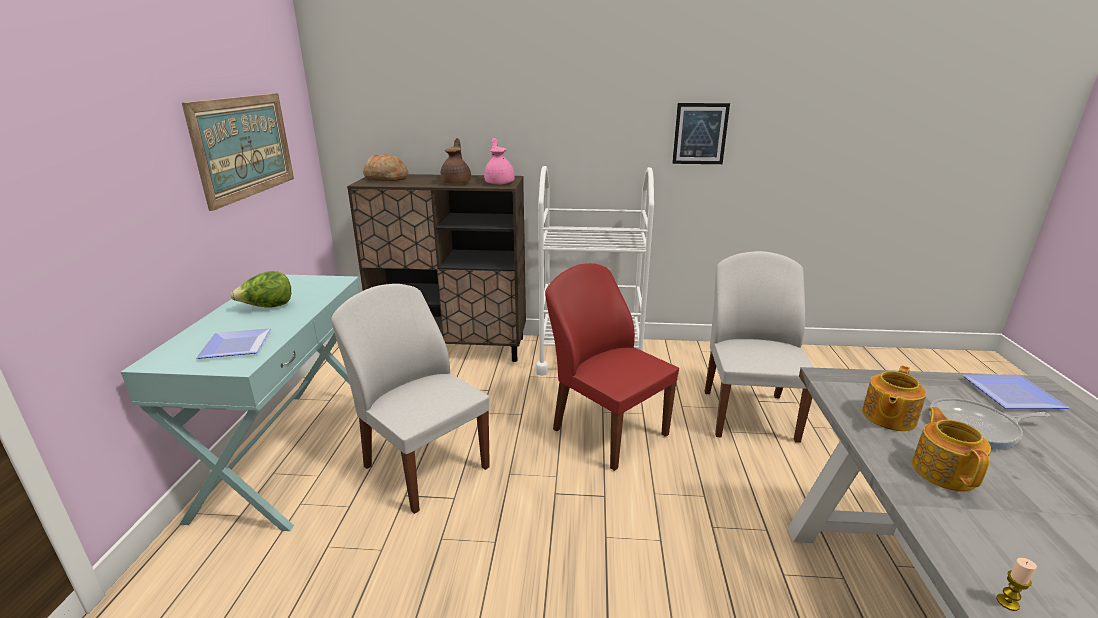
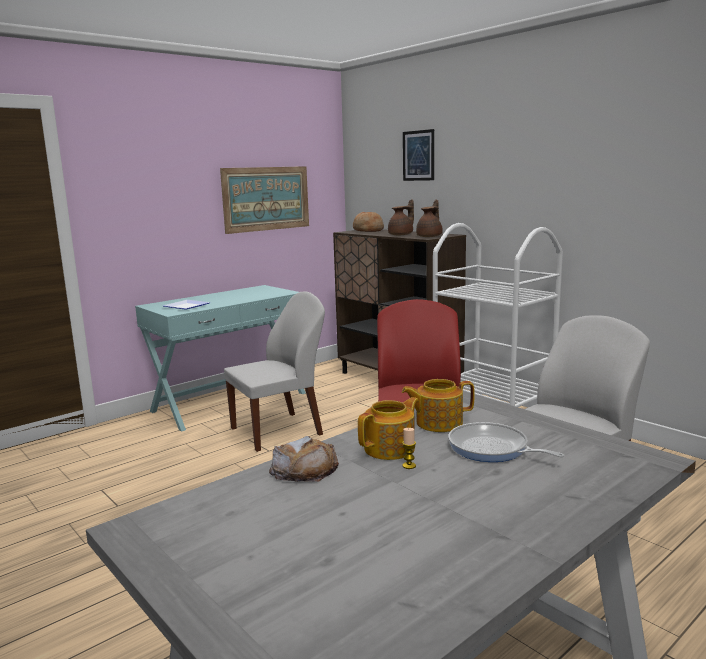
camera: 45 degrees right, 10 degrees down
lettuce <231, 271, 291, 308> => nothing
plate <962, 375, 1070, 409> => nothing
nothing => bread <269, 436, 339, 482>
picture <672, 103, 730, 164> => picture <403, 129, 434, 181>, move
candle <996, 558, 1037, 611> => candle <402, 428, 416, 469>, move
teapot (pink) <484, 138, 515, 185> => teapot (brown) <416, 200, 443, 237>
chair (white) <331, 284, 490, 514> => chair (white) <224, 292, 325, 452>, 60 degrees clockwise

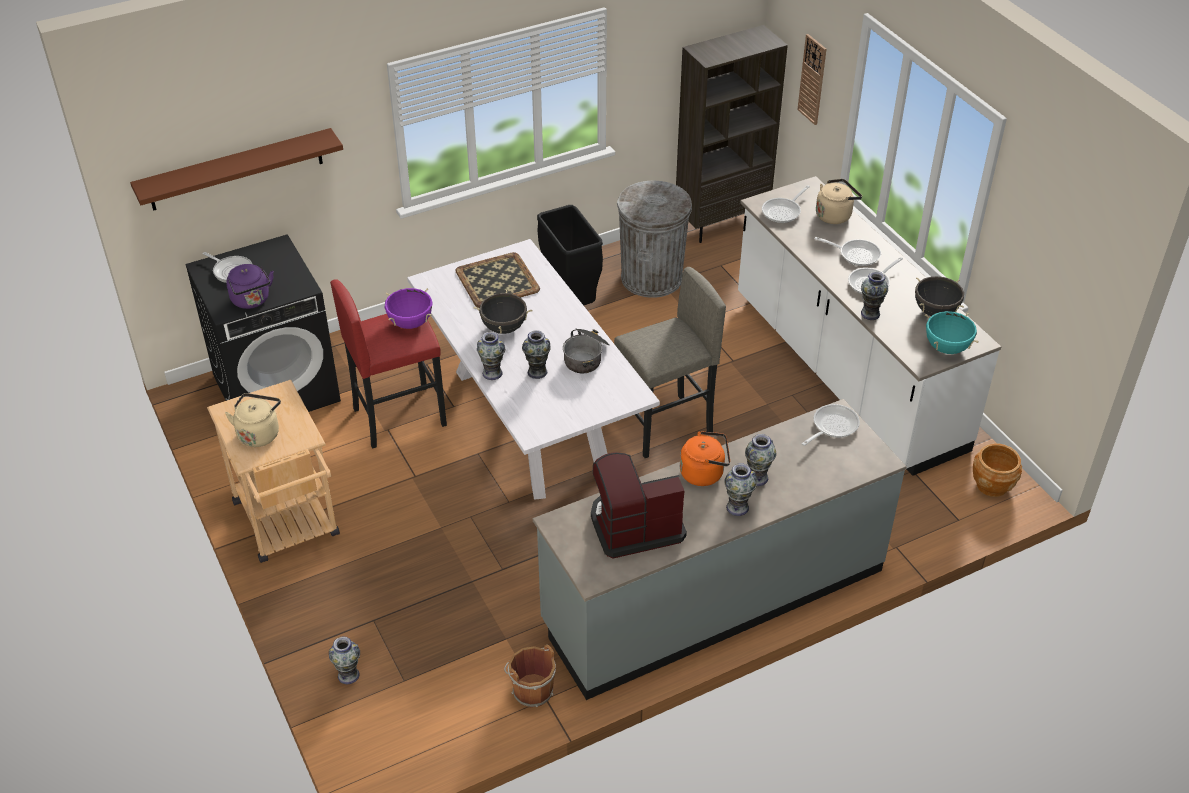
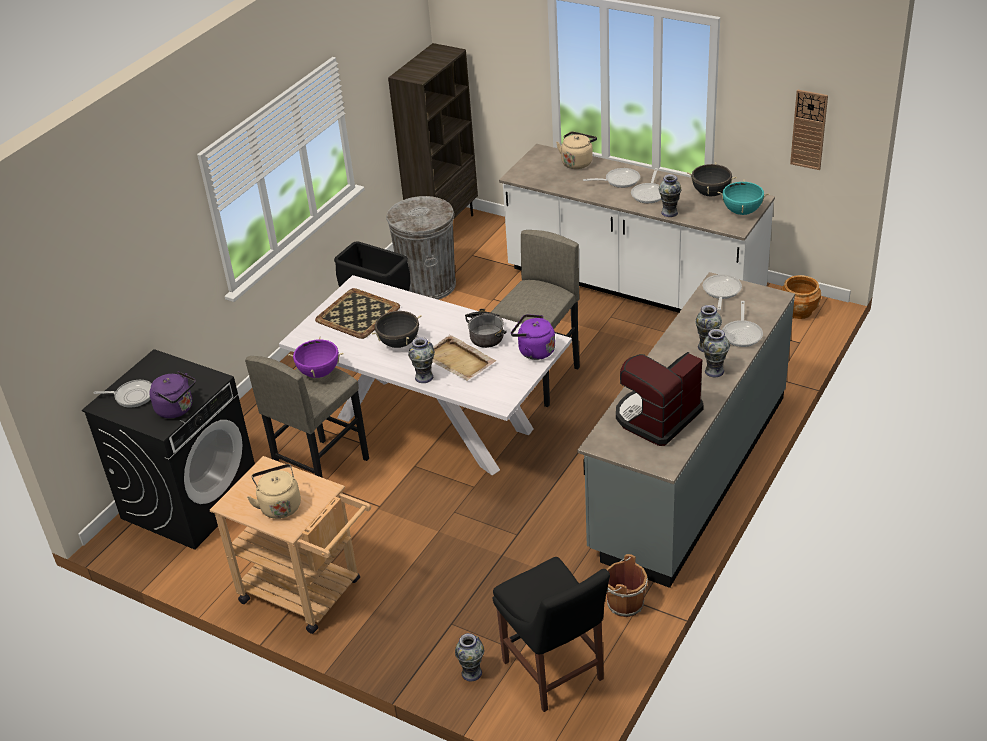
camera: 30 degrees left, 5 degrees down
shelf (brown) <130, 128, 343, 211> => nothing
kettle (orange) <680, 431, 730, 486> => nothing
nothing => chair (black) <493, 557, 610, 712>
nothing => kettle (purple) <511, 314, 555, 360>
frying pan <762, 185, 810, 223> => frying pan <722, 301, 763, 347>, move
wall clock <797, 34, 826, 125> => wall clock <790, 90, 828, 170>, move
vase <522, 330, 551, 379> => tray (beige) <432, 335, 496, 381>
stool (red) <330, 279, 447, 449> => stool (grey) <245, 356, 369, 478>

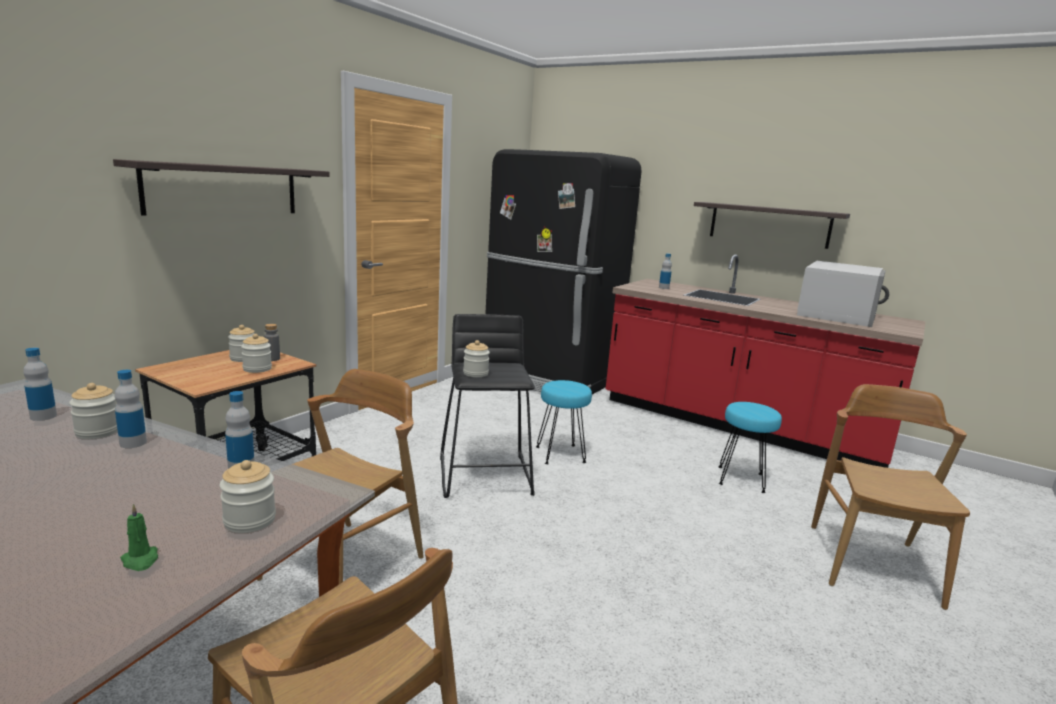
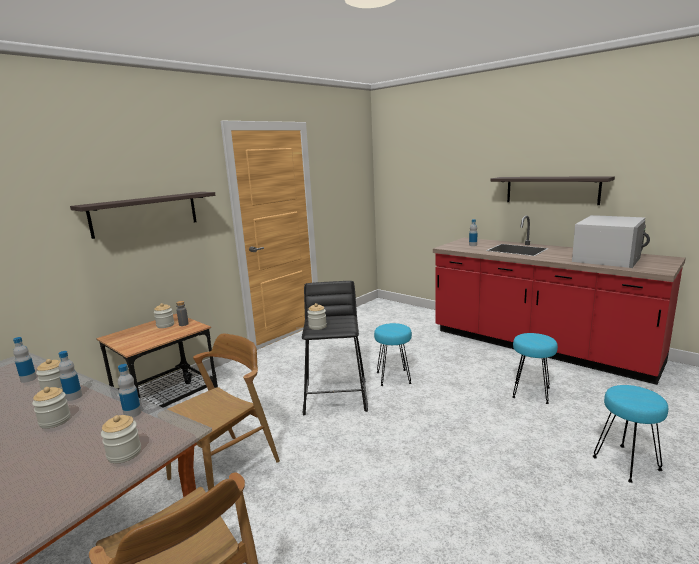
camera: 10 degrees right, 0 degrees up
candle (green) <120, 504, 158, 571> => nothing
fridge (black) <485, 149, 641, 394> => nothing
jar <241, 334, 272, 373> => jar <32, 387, 71, 429>, move
chair (brown) <811, 384, 970, 610> => stool (turquoise) <592, 385, 668, 483>

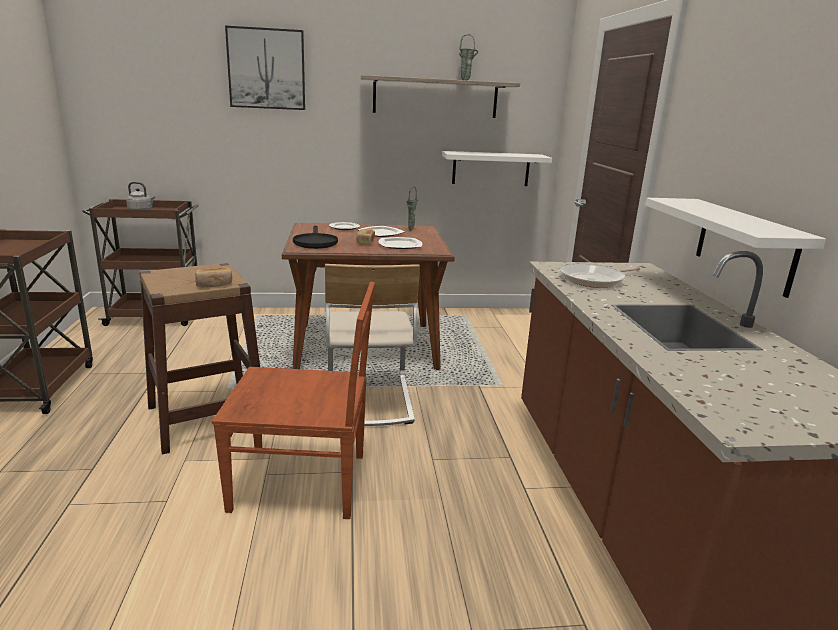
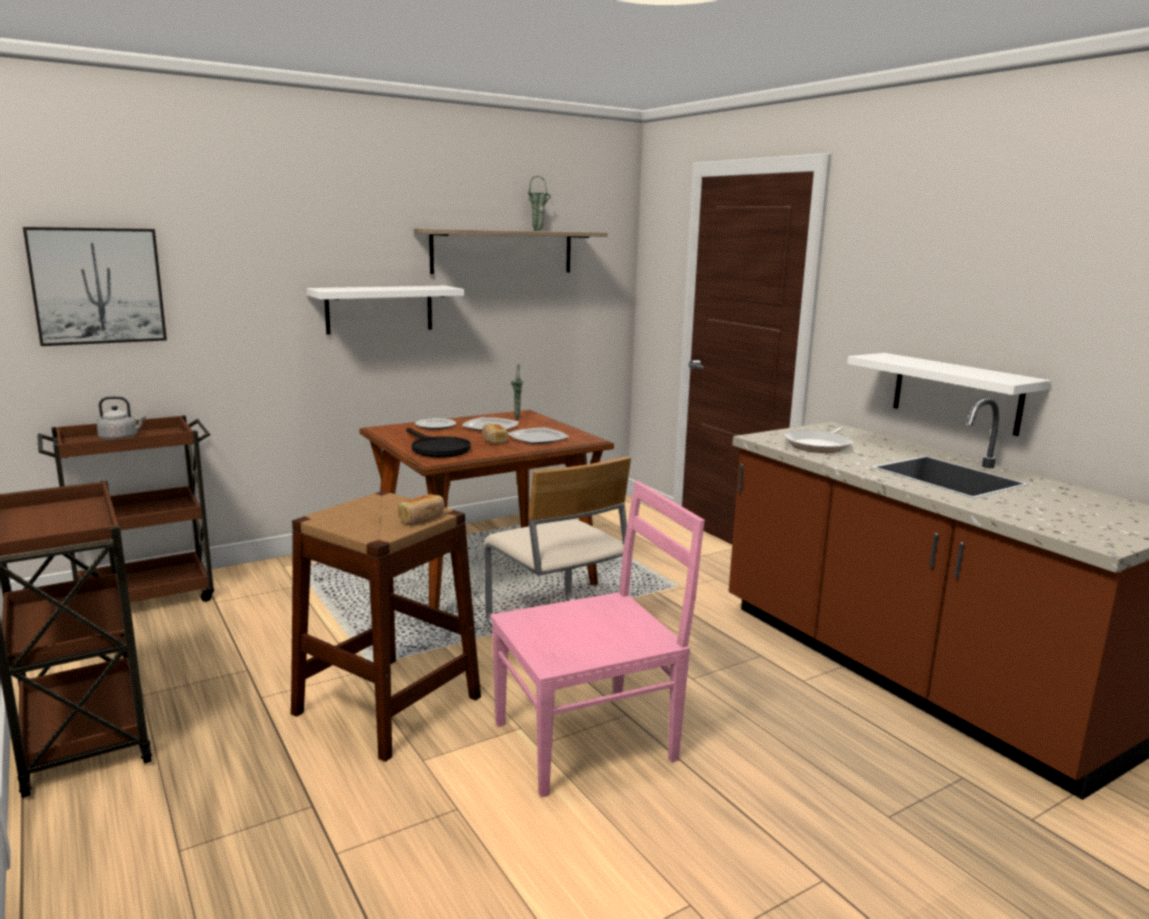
camera: 25 degrees left, 5 degrees down
picture <225, 26, 305, 110> => picture <23, 227, 167, 346>, move
shelf (white) <442, 151, 552, 186> => shelf (white) <306, 286, 464, 334>, move
chair (brown) <212, 282, 375, 519> => chair (pink) <491, 481, 705, 798>

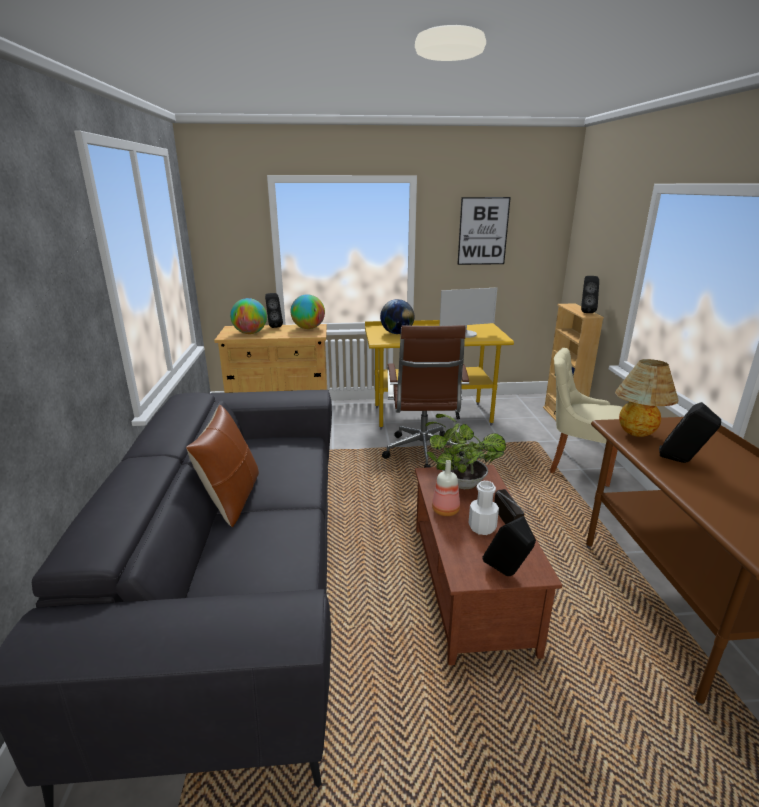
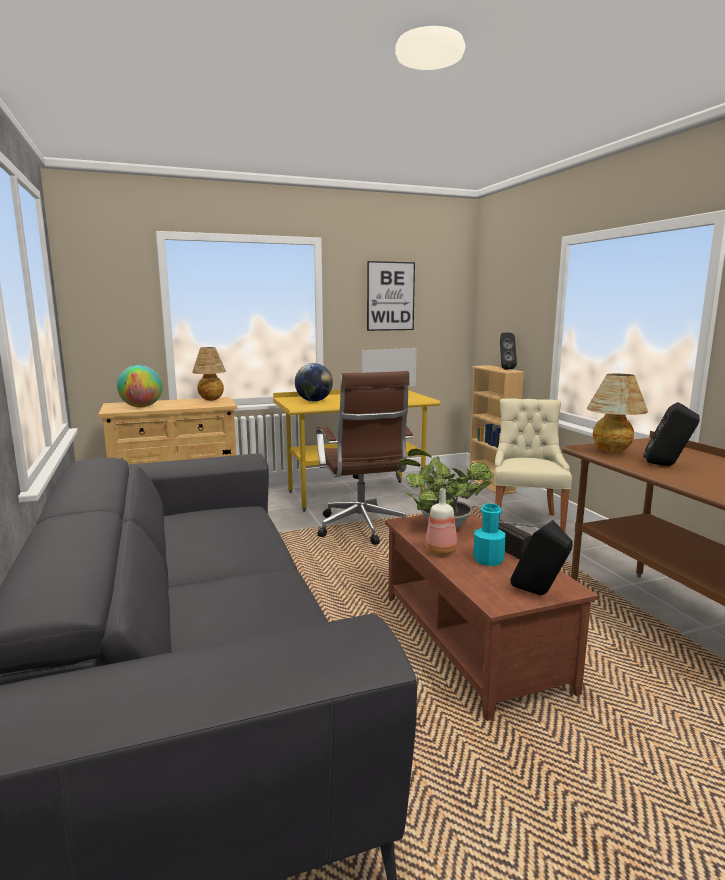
camera: 15 degrees left, 10 degrees down
pillow (brown) <186, 405, 259, 527> => nothing
speaker (black) <265, 293, 283, 328> => nothing
globe <290, 294, 325, 329> => table lamp <192, 347, 226, 401>
bottle (white) <468, 481, 499, 535> => bottle (turquoise) <473, 504, 506, 566>
chair (beige) <550, 348, 623, 487> => chair (beige) <494, 398, 572, 532>, 90 degrees clockwise

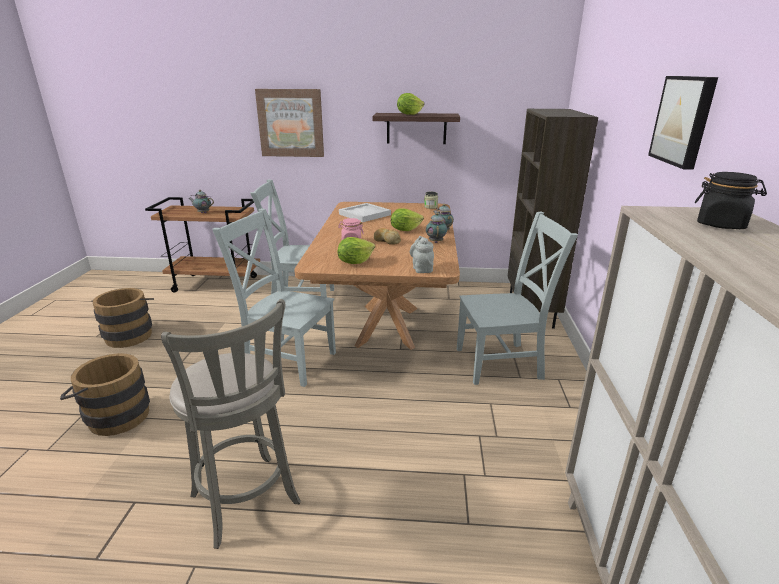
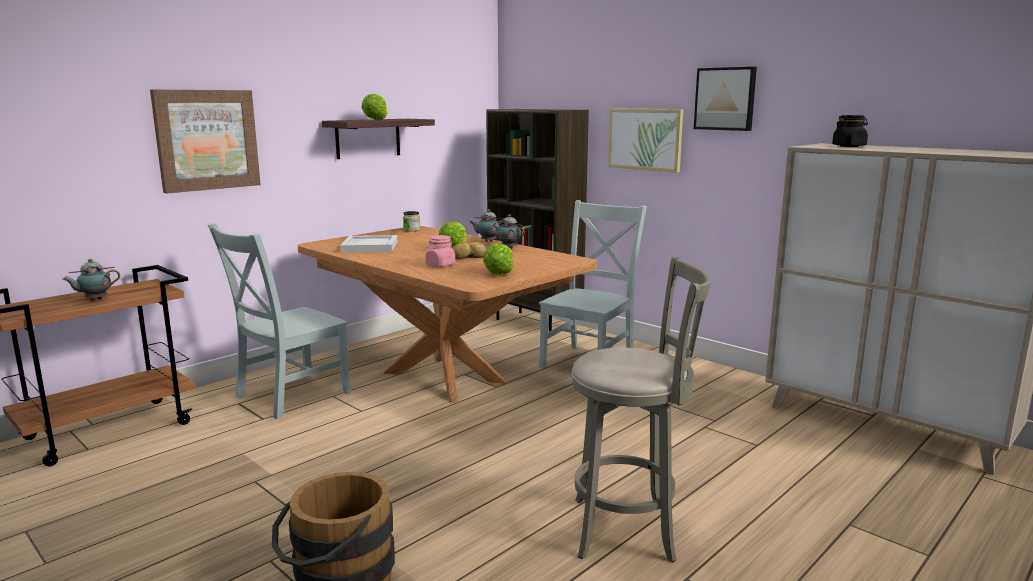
camera: 50 degrees left, 10 degrees down
bucket (brown) <91, 288, 154, 348> => nothing
chair (grey) <212, 208, 336, 387> => nothing
teapot (grey) <410, 236, 434, 273> => nothing
nothing => picture <608, 108, 683, 173>

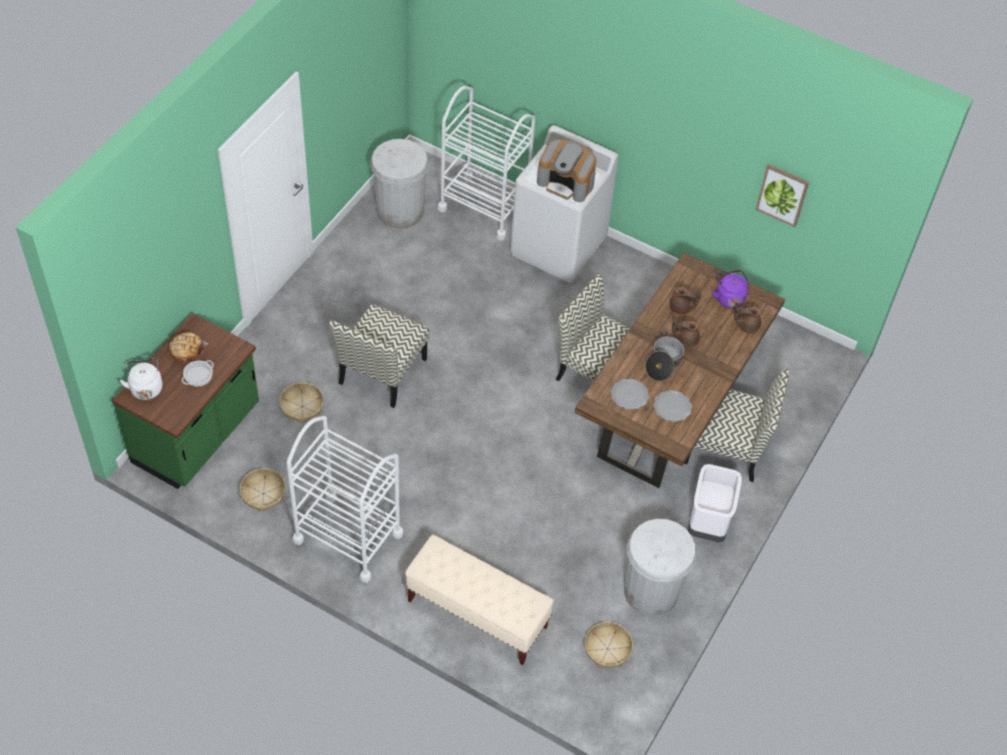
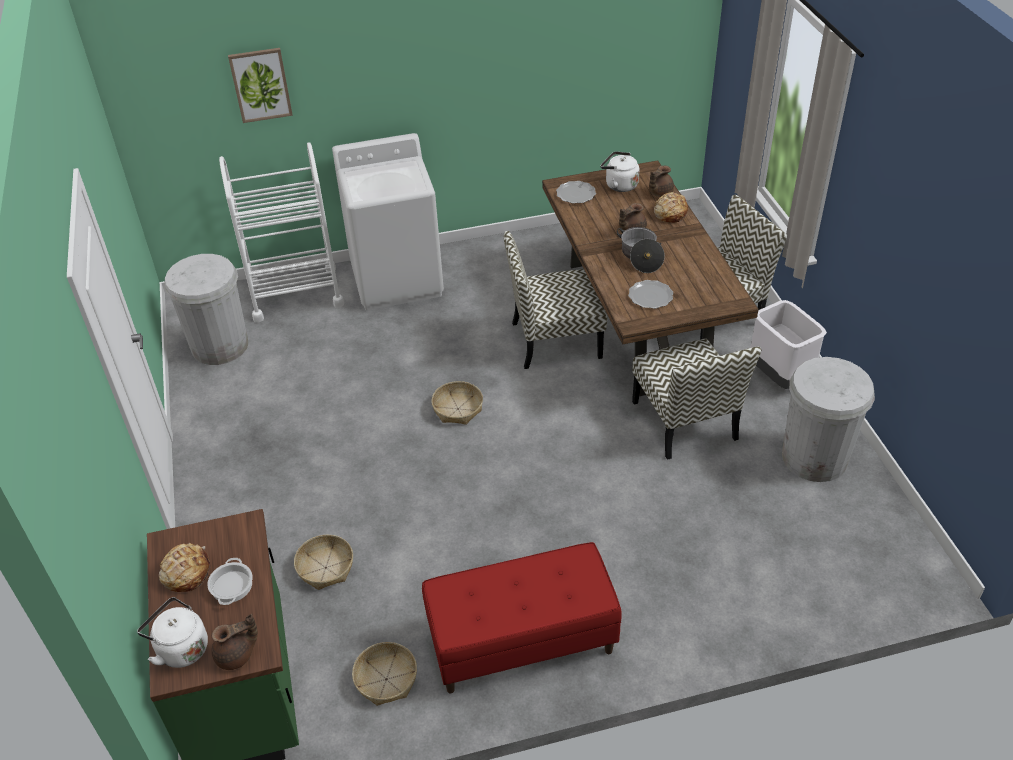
camera: 40 degrees left, 10 degrees down
bench (beige) <405, 535, 553, 665> => nothing
coffee machine <537, 139, 596, 202> => nothing
nothing => bread <654, 192, 688, 223>
chair <329, 304, 429, 408> => chair <632, 339, 761, 460>, move
basket <585, 622, 633, 668> => basket <431, 381, 483, 425>, move
plate <653, 390, 692, 422> => plate <556, 181, 596, 204>, move
teapot (brown) <669, 287, 701, 315> => teapot (brown) <212, 614, 258, 670>, move
picture <756, 164, 809, 227> => picture <228, 48, 293, 123>, move
cart (white) <287, 416, 403, 583> => bench (red) <422, 542, 622, 694>
kettle (purple) <713, 270, 748, 309> => kettle (white) <600, 152, 639, 192>

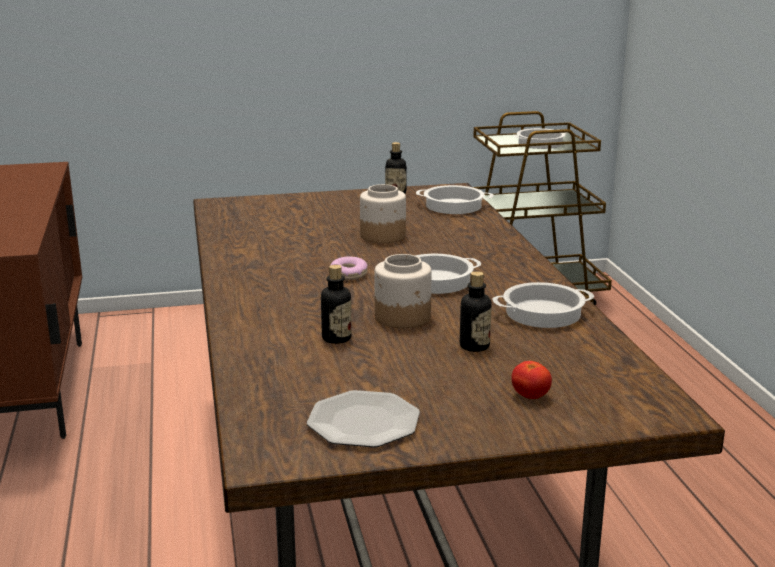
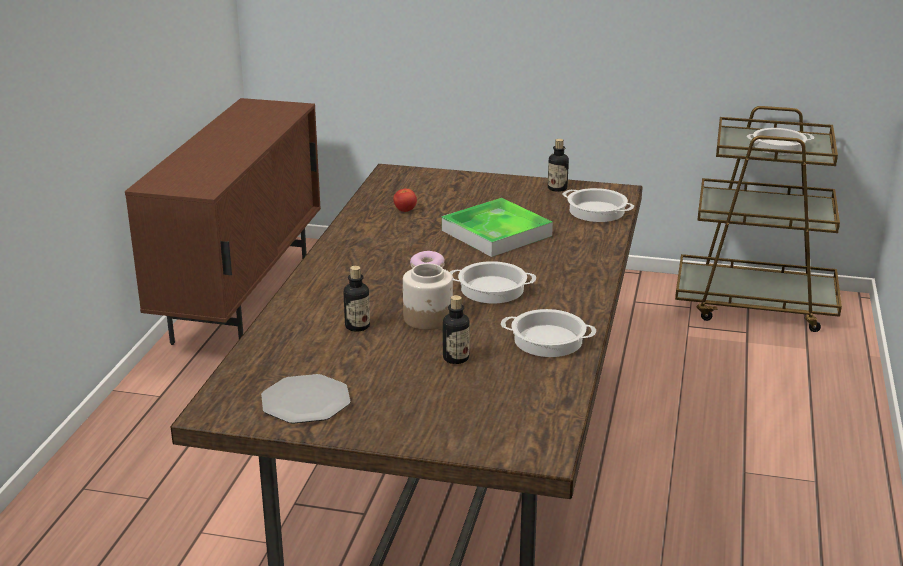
camera: 25 degrees right, 5 degrees up
tomato <512, 361, 552, 399> => tomato <393, 189, 417, 212>, move
jar <360, 184, 406, 243> => tray <442, 198, 553, 257>

